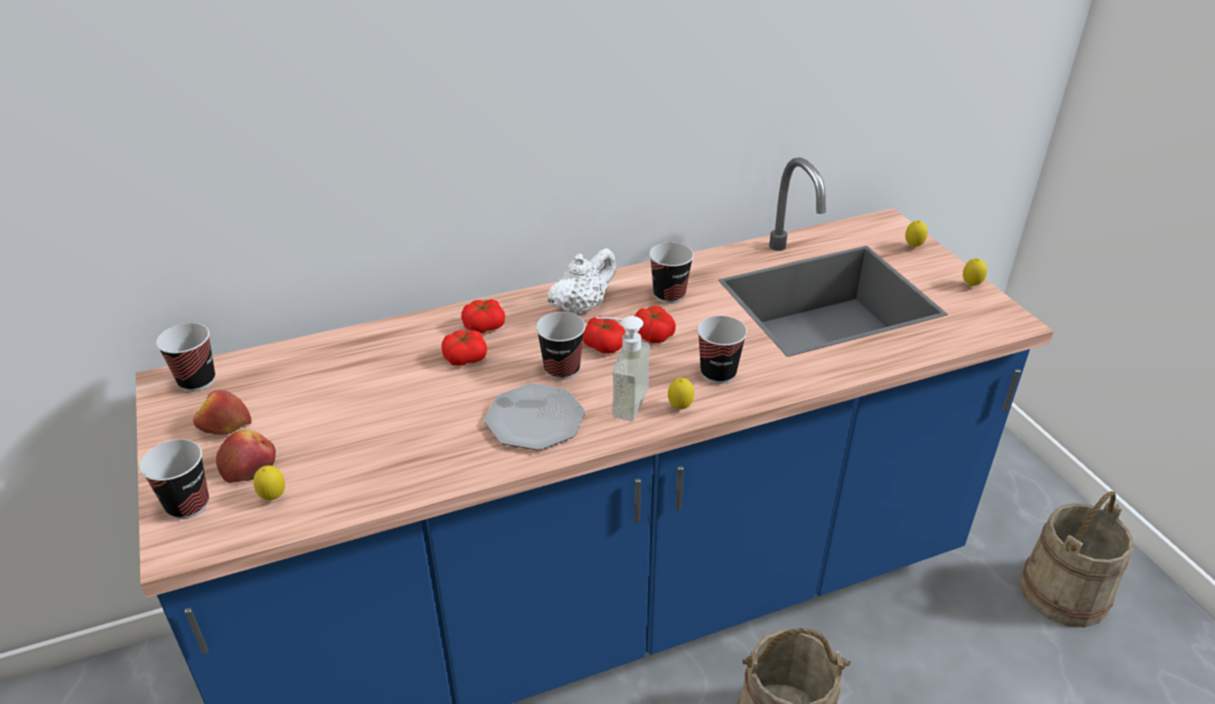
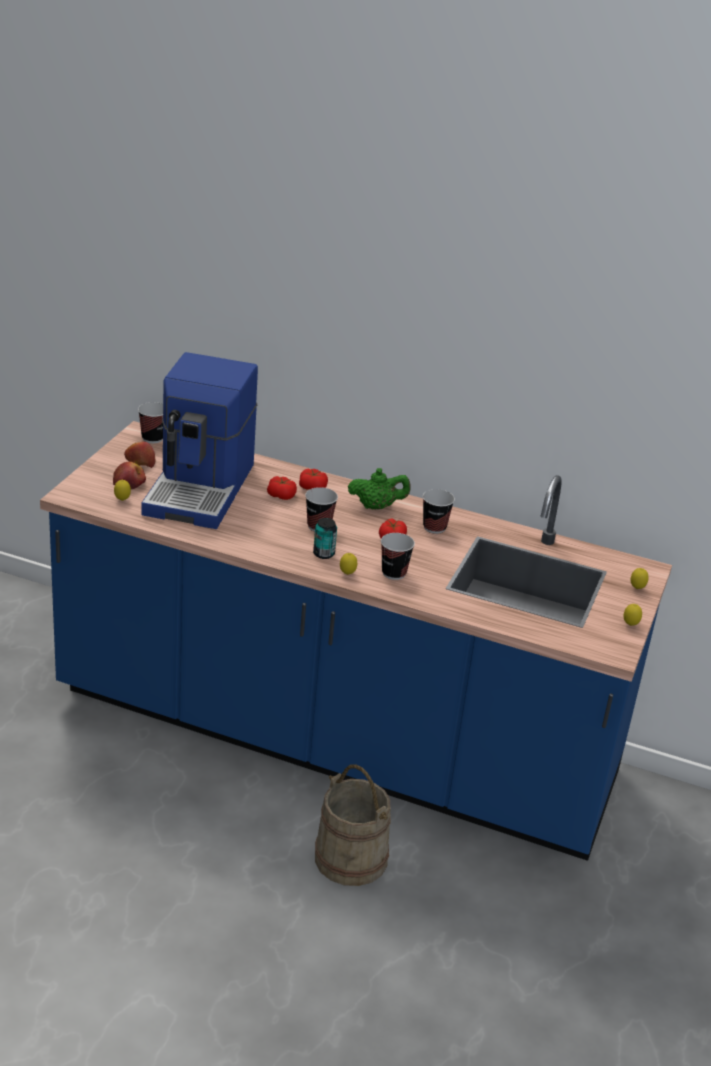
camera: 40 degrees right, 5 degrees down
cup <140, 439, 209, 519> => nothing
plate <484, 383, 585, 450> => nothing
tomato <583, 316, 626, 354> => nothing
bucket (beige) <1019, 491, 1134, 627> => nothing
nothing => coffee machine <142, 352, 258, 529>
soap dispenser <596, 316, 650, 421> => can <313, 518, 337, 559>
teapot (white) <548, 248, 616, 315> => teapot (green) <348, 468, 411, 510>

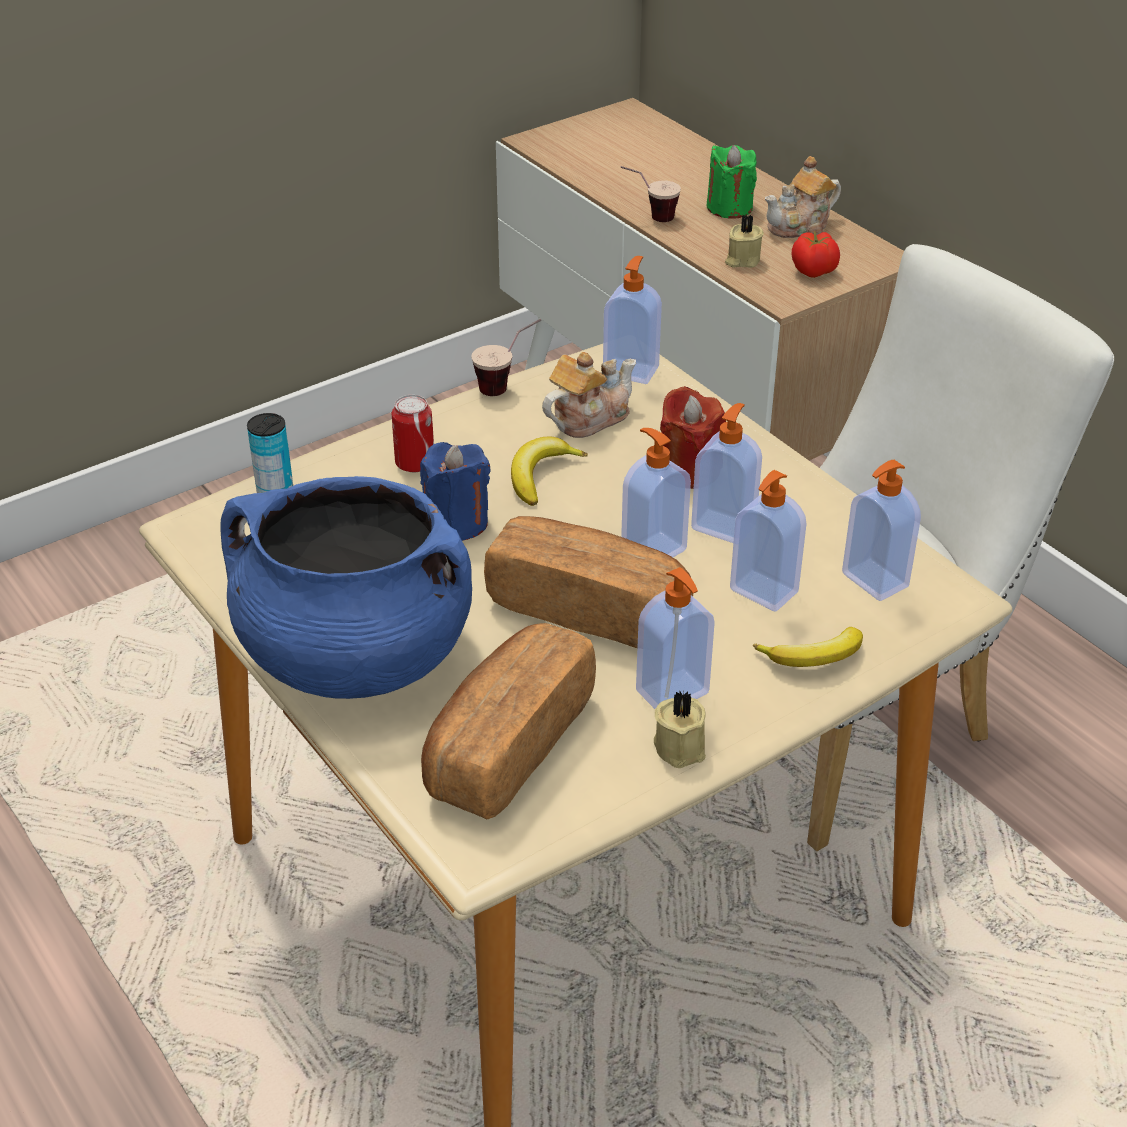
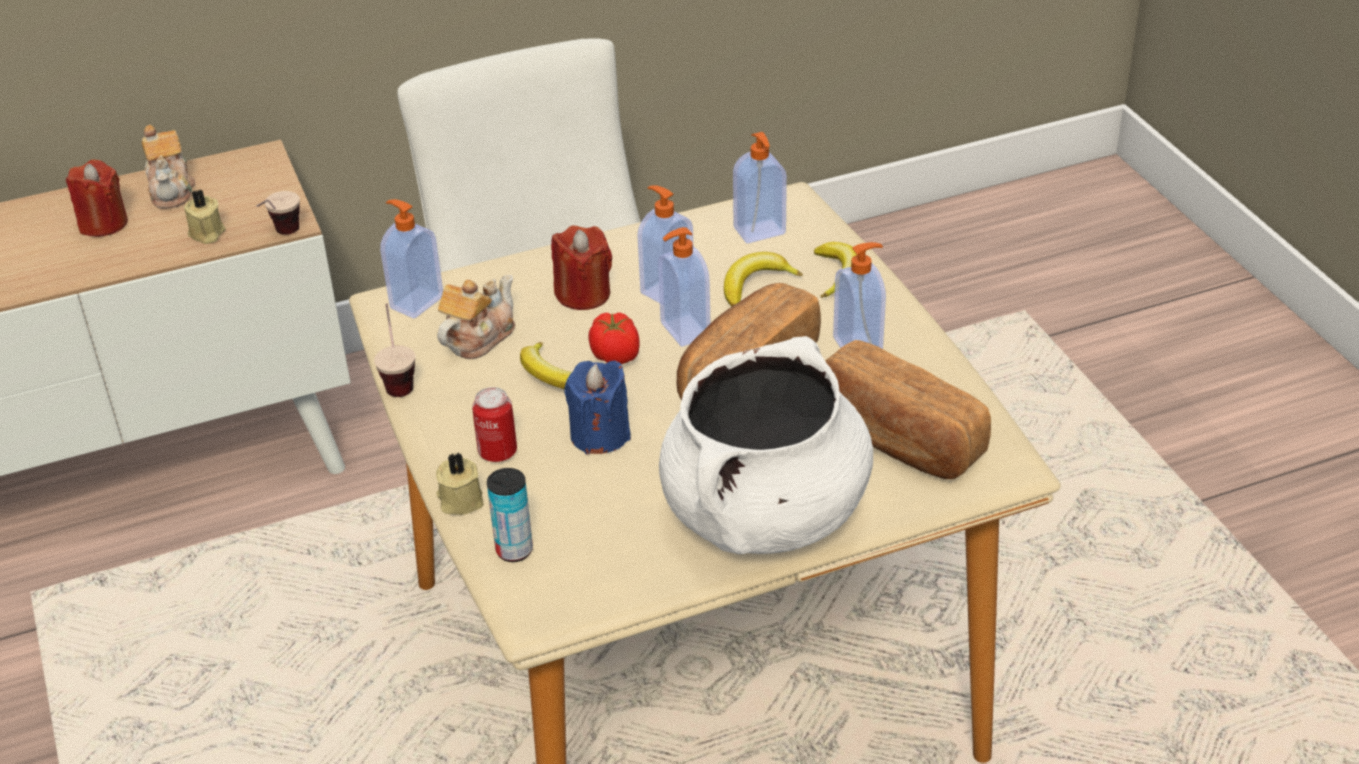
camera: 75 degrees left, 0 degrees up
cup <620, 166, 681, 222> => cup <256, 191, 300, 235>, move
candle (beige) <654, 692, 706, 768> => candle (beige) <436, 452, 484, 515>, move
tomato <791, 231, 840, 278> => tomato <589, 312, 640, 364>, move
soap dispenser <730, 470, 806, 612> => banana <724, 252, 803, 307>
cooking pot (blue) <220, 476, 472, 699> => cooking pot (white) <659, 336, 873, 554>
candle (green) <706, 145, 757, 219> => candle (red) <66, 159, 128, 237>
teapot <542, 352, 636, 438> => teapot <437, 275, 515, 359>, 60 degrees clockwise

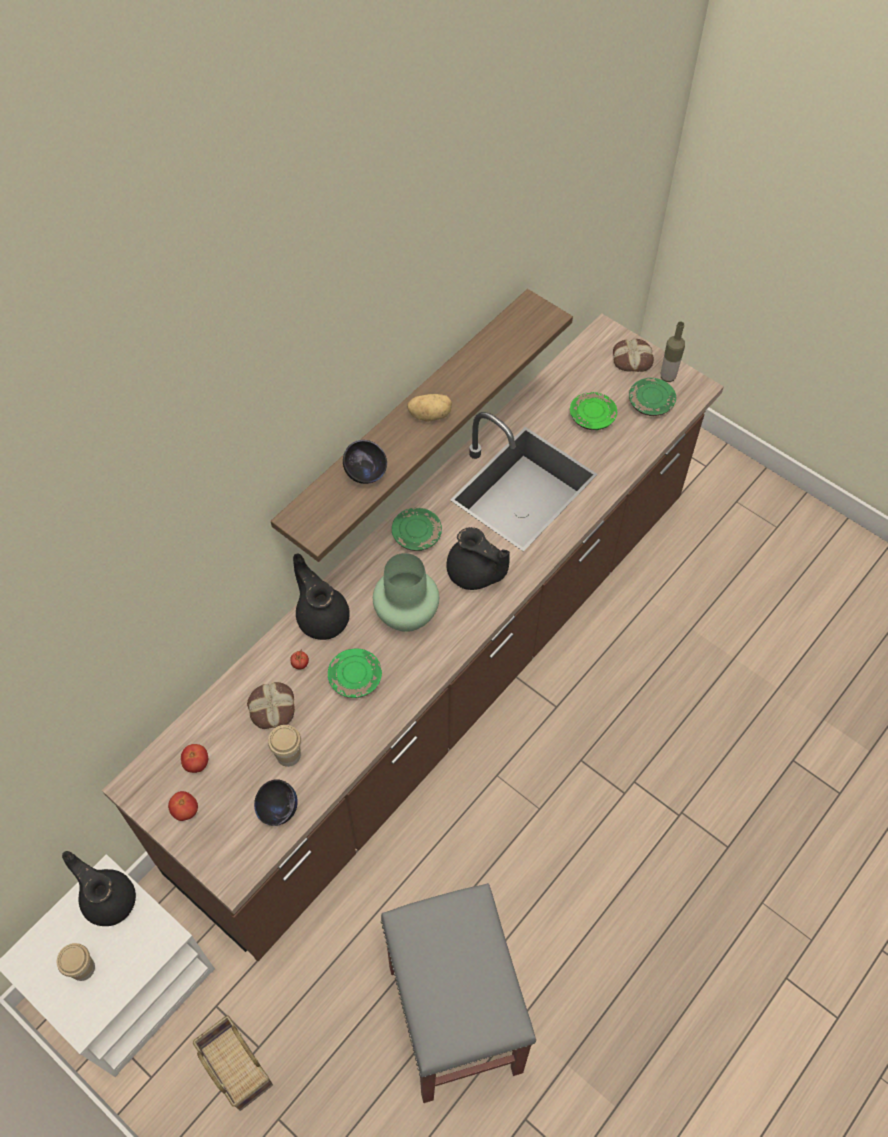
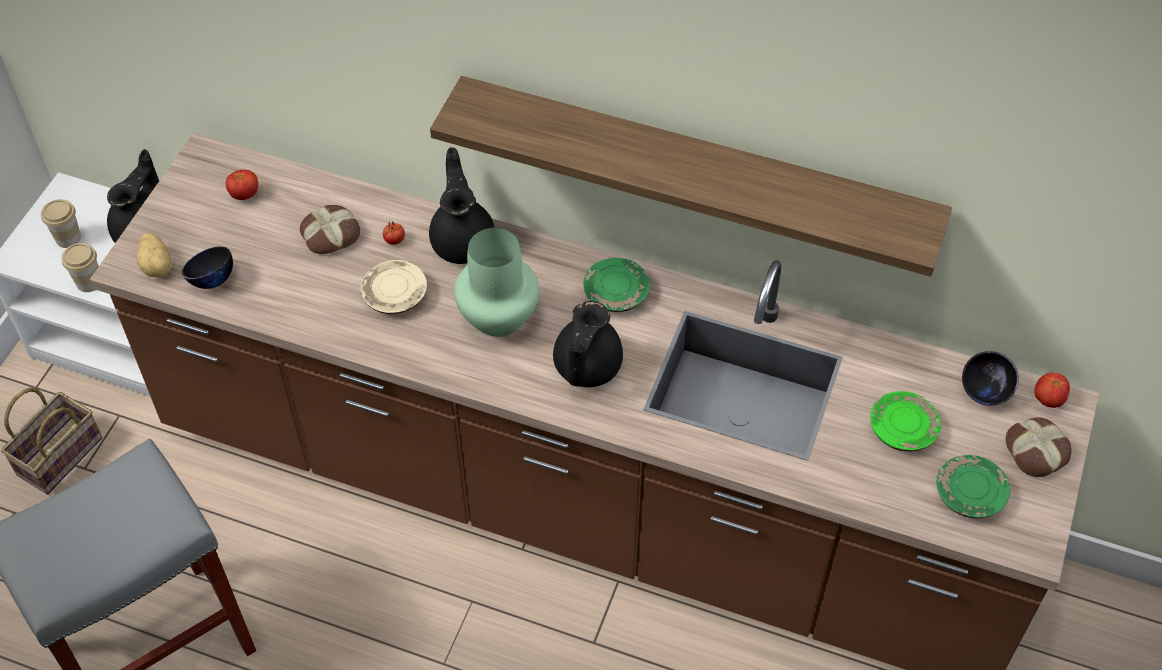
camera: 70 degrees right, 5 degrees down
bottle <661, 322, 685, 382> => nothing
tomato <168, 791, 198, 821> => tomato <1034, 373, 1070, 408>, move
cup <268, 725, 301, 767> => cup <61, 243, 99, 292>, move
bowl (black) <343, 440, 387, 484> => bowl (black) <962, 351, 1019, 406>, move
potato <407, 394, 452, 421> => potato <137, 232, 172, 278>, move
plate (green) <328, 649, 382, 698> => plate (beige) <361, 260, 427, 314>
teapot (black) <293, 553, 350, 640> => teapot (black) <429, 147, 494, 264>, 45 degrees counterclockwise

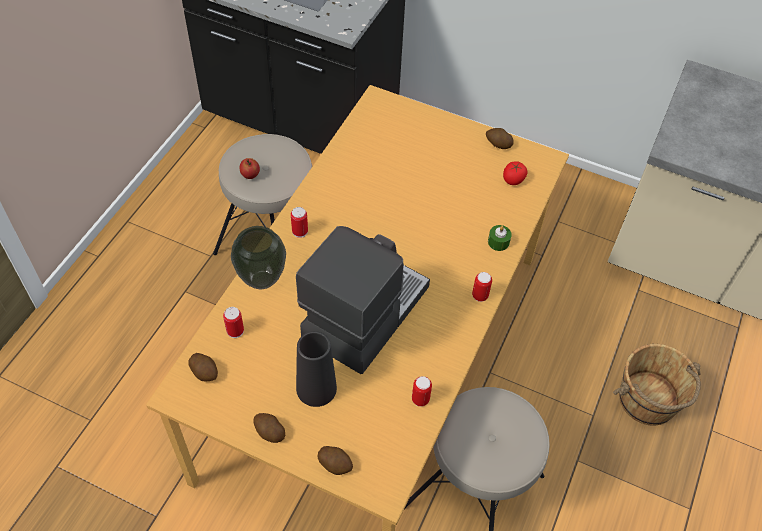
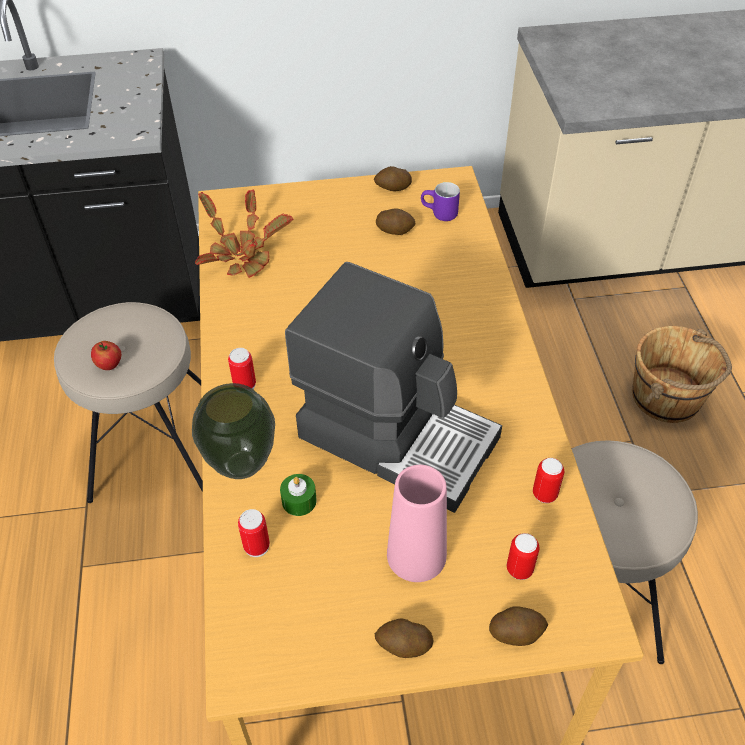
camera: 30 degrees left, 5 degrees down
nothing => potted plant <195, 189, 294, 278>
potato <189, 353, 218, 381> => potato <376, 208, 415, 235>, move
can <472, 272, 492, 302> => can <507, 533, 540, 580>, move
candle (green) <488, 225, 512, 251> => candle (green) <280, 474, 317, 516>, move
tomato <503, 161, 527, 185> => mug (purple) <421, 182, 460, 221>
vase (black) <296, 331, 337, 407> => vase (pink) <387, 465, 447, 582>
coffee machine <296, 226, 430, 374> => coffee machine <285, 262, 502, 513>, 120 degrees clockwise

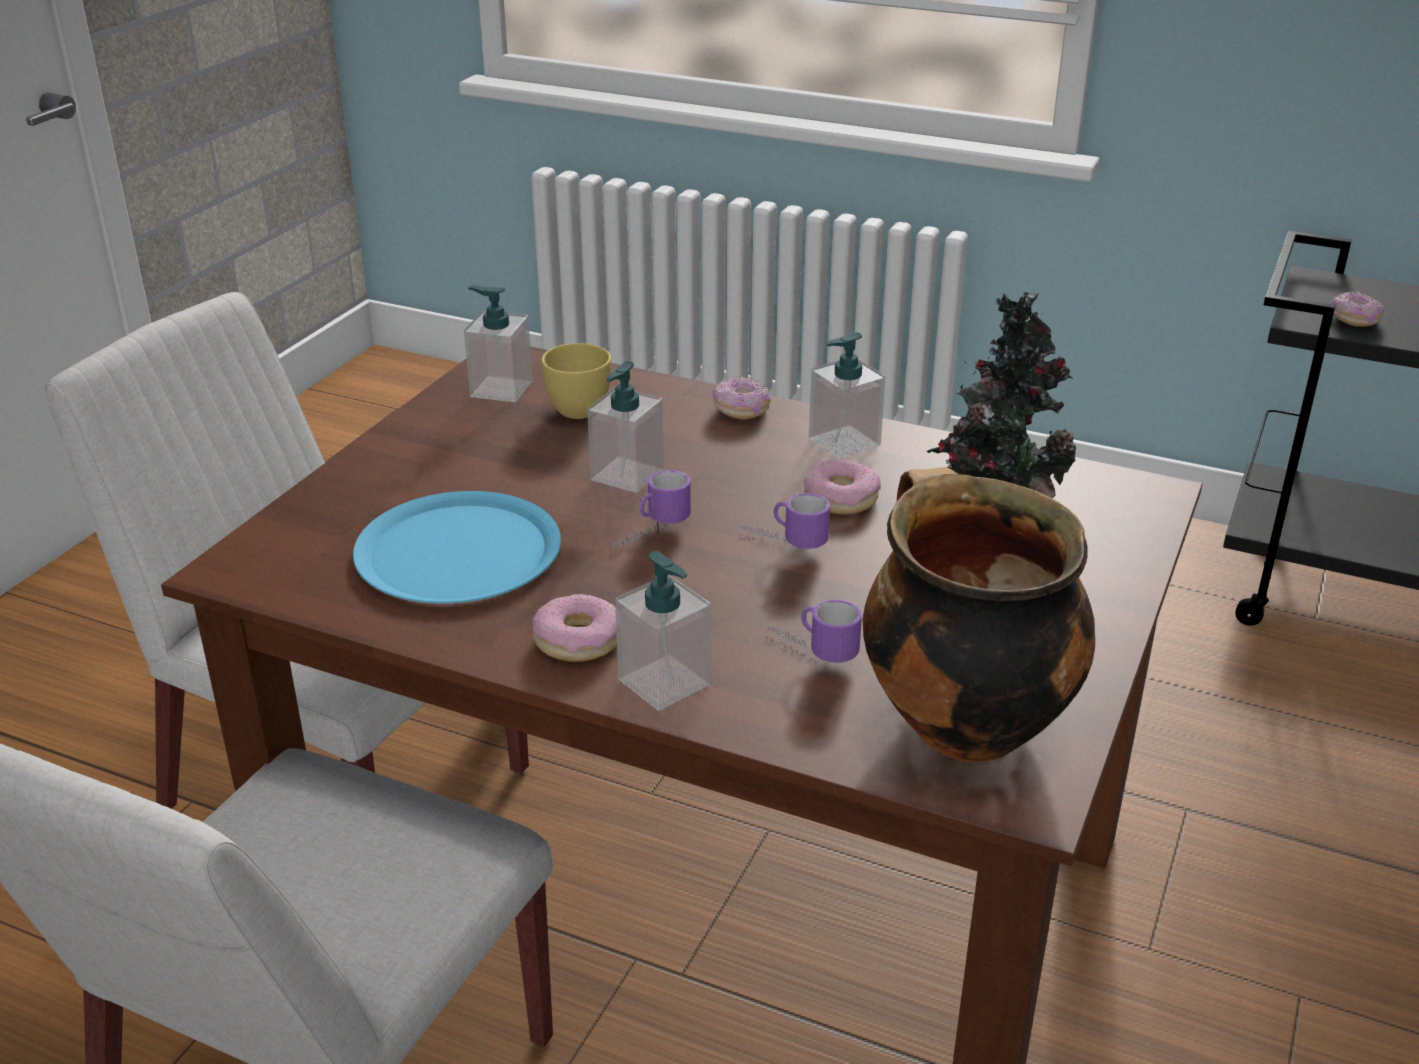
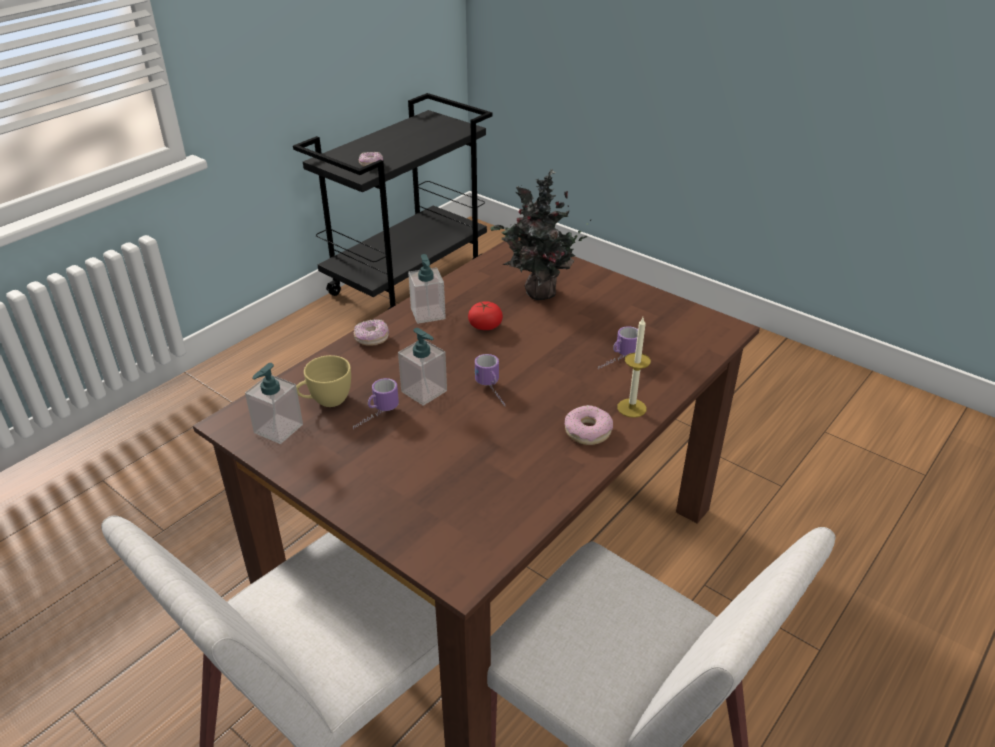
camera: 75 degrees left, 5 degrees up
plate (blue) <353, 491, 561, 604> => nothing
cooking pot <862, 467, 1095, 762> => nothing
mug <741, 493, 830, 549> => mug <353, 378, 399, 429>, move
soap dispenser <615, 551, 711, 711> => candle <617, 318, 651, 418>
donut <804, 459, 881, 515> => tomato <468, 301, 503, 330>

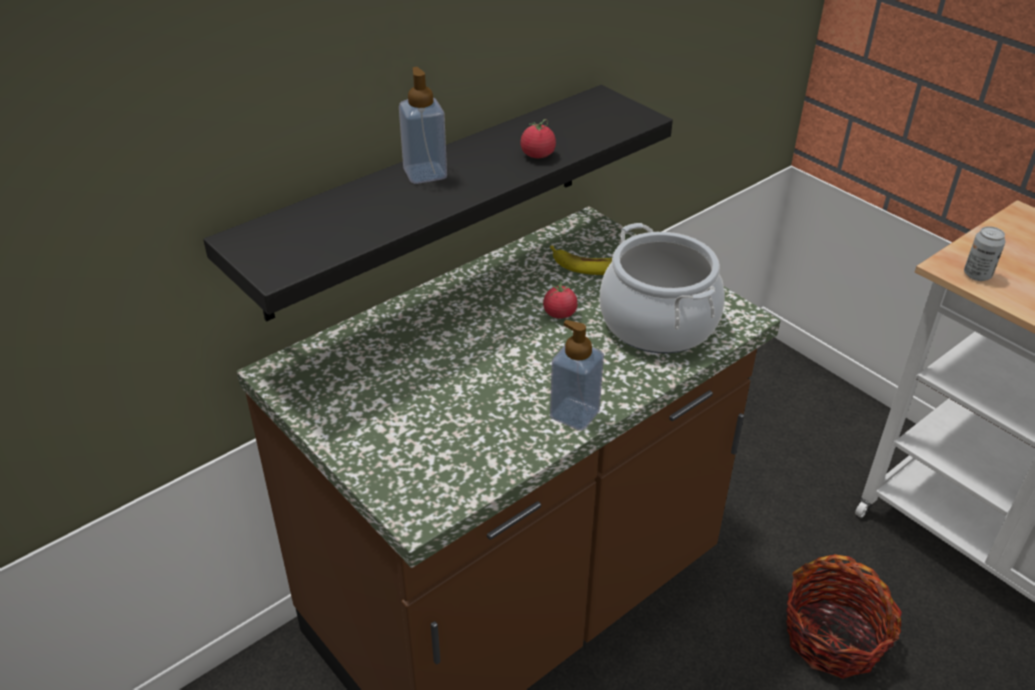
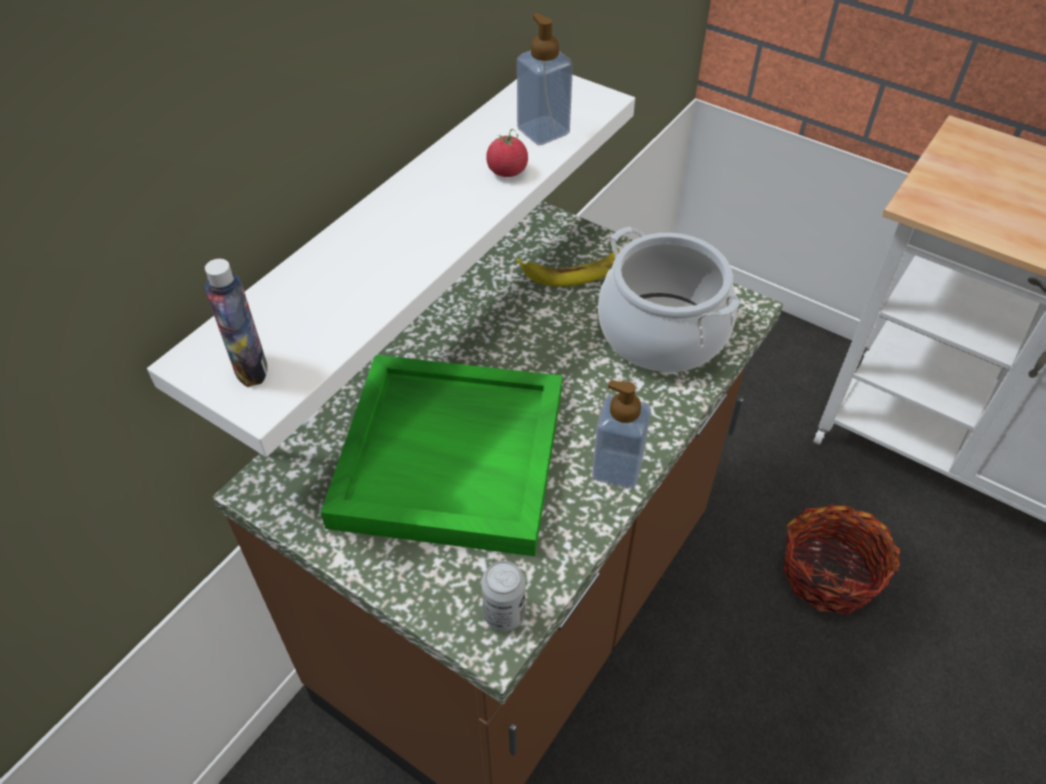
camera: 15 degrees left, 10 degrees up
tomato <543, 281, 578, 319> => nothing
nothing => bottle <205, 259, 268, 387>
nothing => tray (green) <321, 355, 562, 556>
soap dispenser <399, 67, 447, 184> => soap dispenser <517, 13, 573, 145>, move
can <964, 226, 1006, 281> => can <481, 561, 525, 631>, move
shelf (black) <203, 85, 673, 321> => shelf (white) <147, 75, 635, 457>

